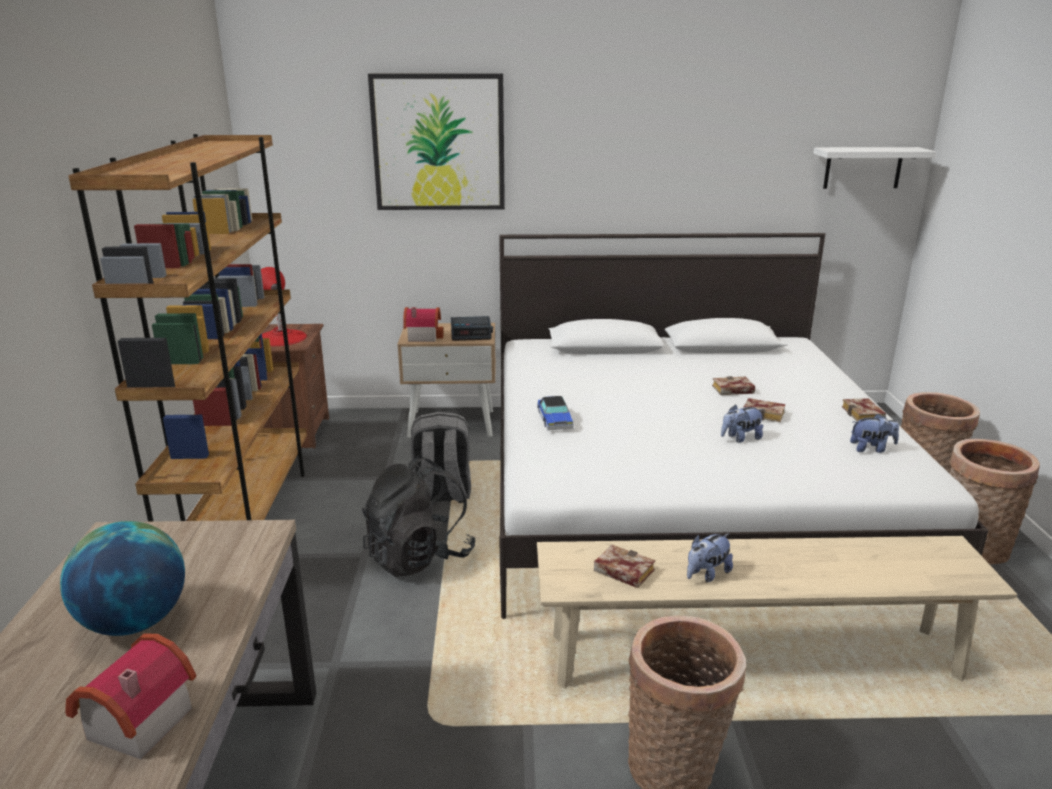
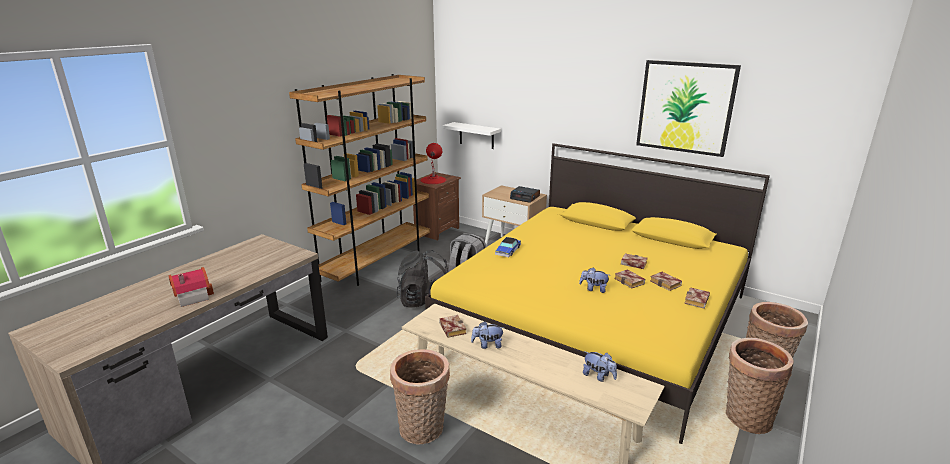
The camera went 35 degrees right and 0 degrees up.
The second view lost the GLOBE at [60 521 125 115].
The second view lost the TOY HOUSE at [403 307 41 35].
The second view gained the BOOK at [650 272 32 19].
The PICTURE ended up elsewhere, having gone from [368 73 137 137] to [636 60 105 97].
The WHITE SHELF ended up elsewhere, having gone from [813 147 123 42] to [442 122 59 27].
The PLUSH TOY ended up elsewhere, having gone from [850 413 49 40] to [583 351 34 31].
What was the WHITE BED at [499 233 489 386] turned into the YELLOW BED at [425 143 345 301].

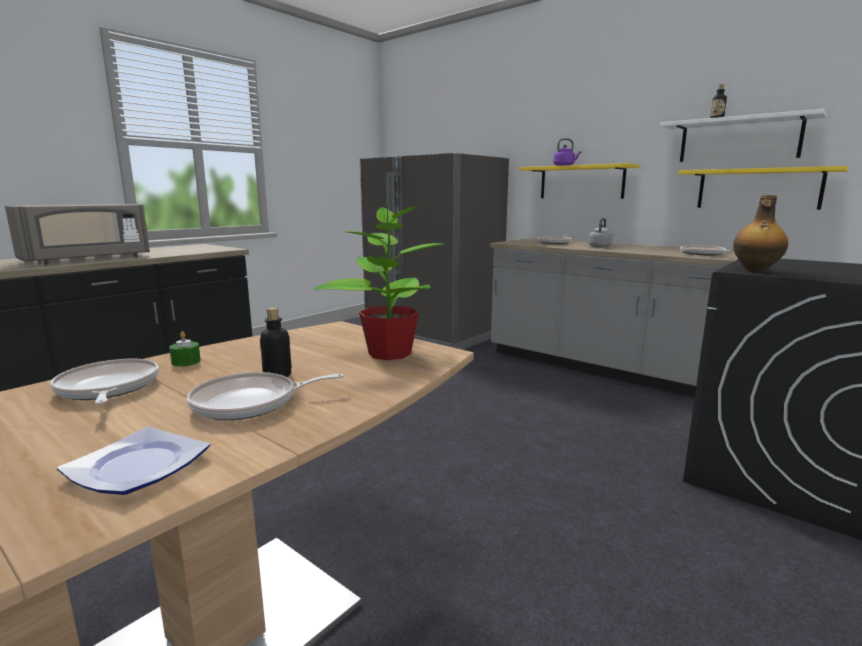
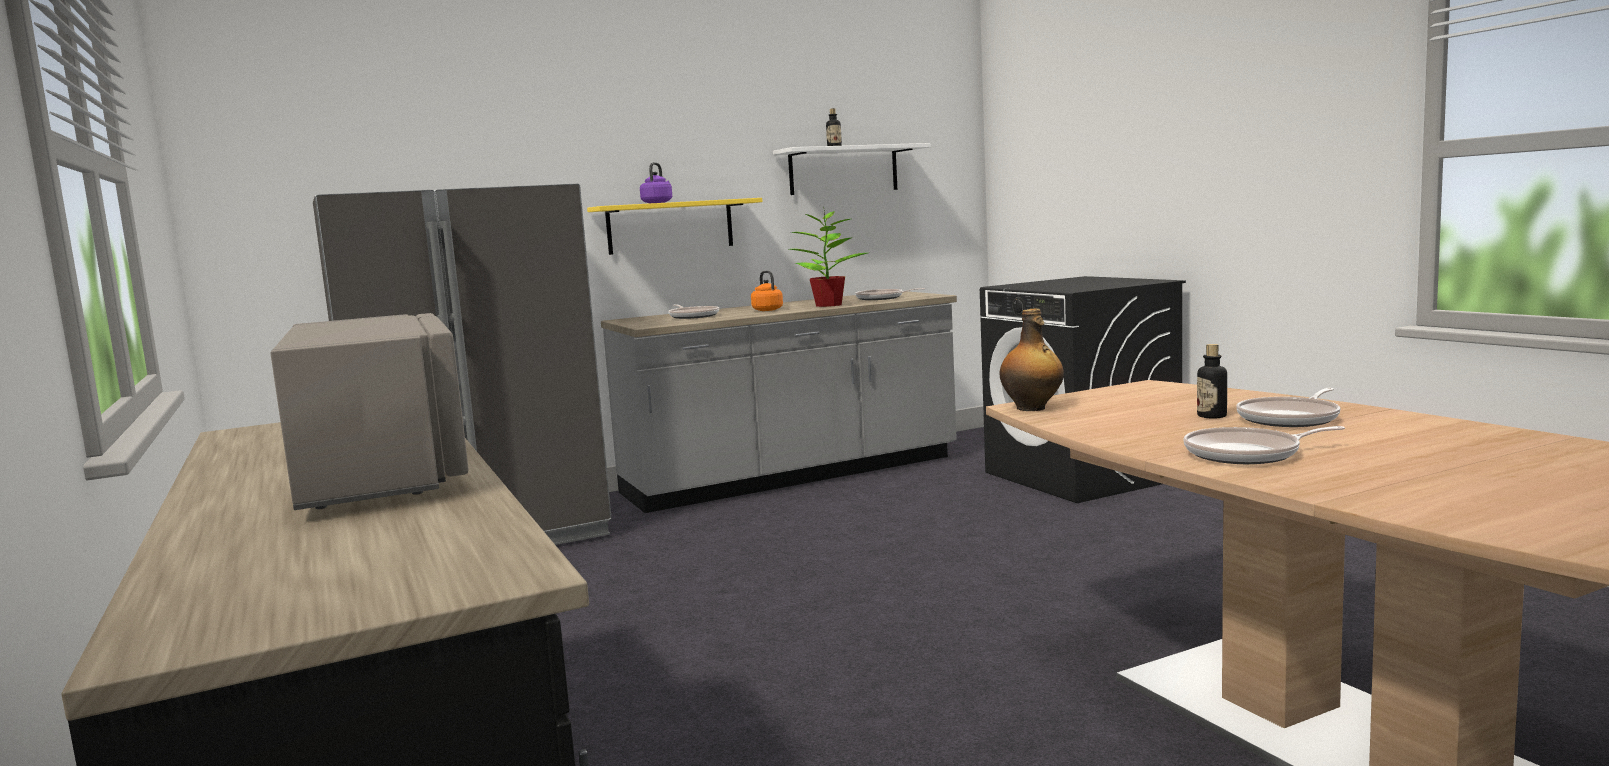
The camera went 65 degrees left and 5 degrees down.
The second view lost the PLATE at [57 427 153 68].
The second view lost the GREEN CANDLE at [169 331 32 36].
The second view lost the YELLOW SHELF at [678 166 170 44].
The POTTED PLANT ended up elsewhere, having gone from [313 198 132 162] to [789 207 79 100].
The BOTTLE ended up elsewhere, having gone from [733 195 55 77] to [1000 309 64 102].
What was the GREY KETTLE at [588 218 25 30] turned into the ORANGE KETTLE at [751 271 32 40].
The FRYING PAN at [187 372 157 48] ended up facing another way, 45 degrees clockwise from before.

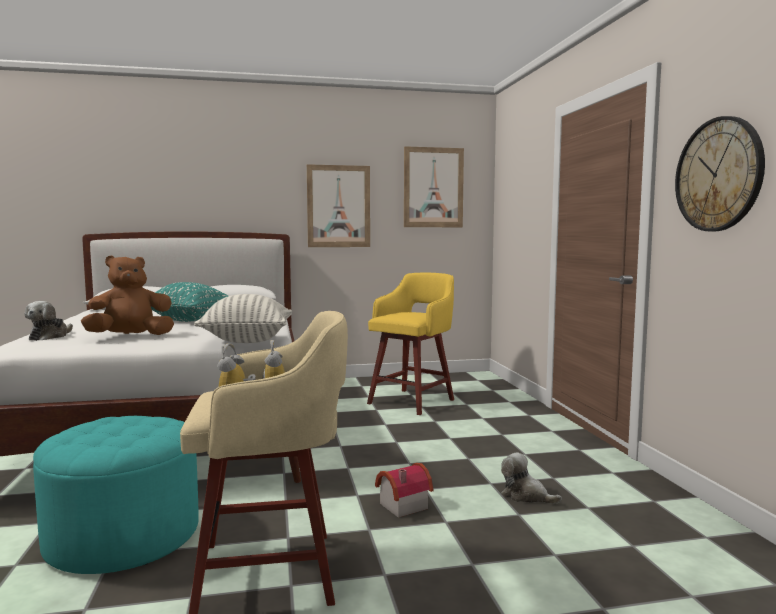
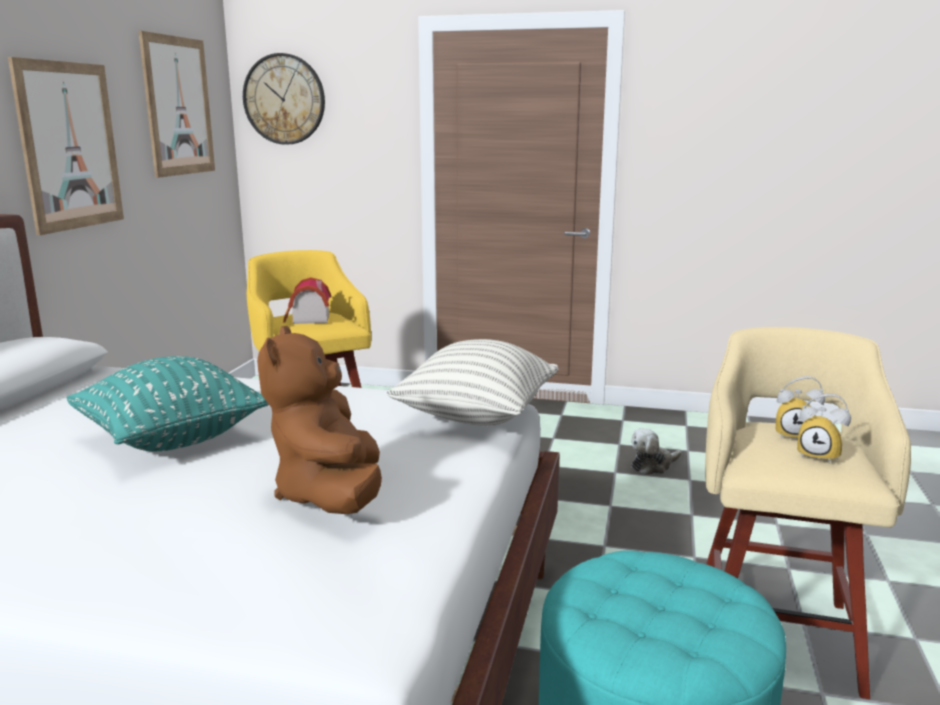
The camera went 65 degrees left and 10 degrees up.
The second view lost the PLUSH TOY at [25 301 48 40].
The TOY HOUSE ended up elsewhere, having gone from [375 463 58 55] to [283 277 48 47].
The WALL CLOCK ended up elsewhere, having gone from [675 116 90 115] to [243 53 82 92].

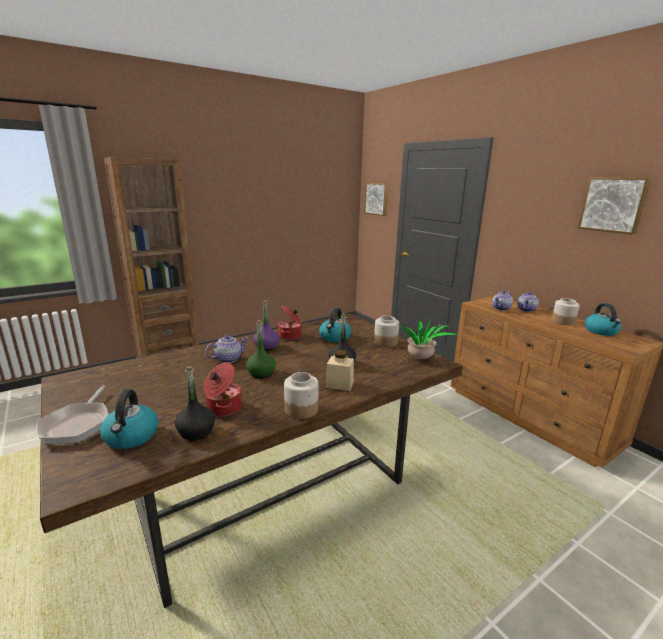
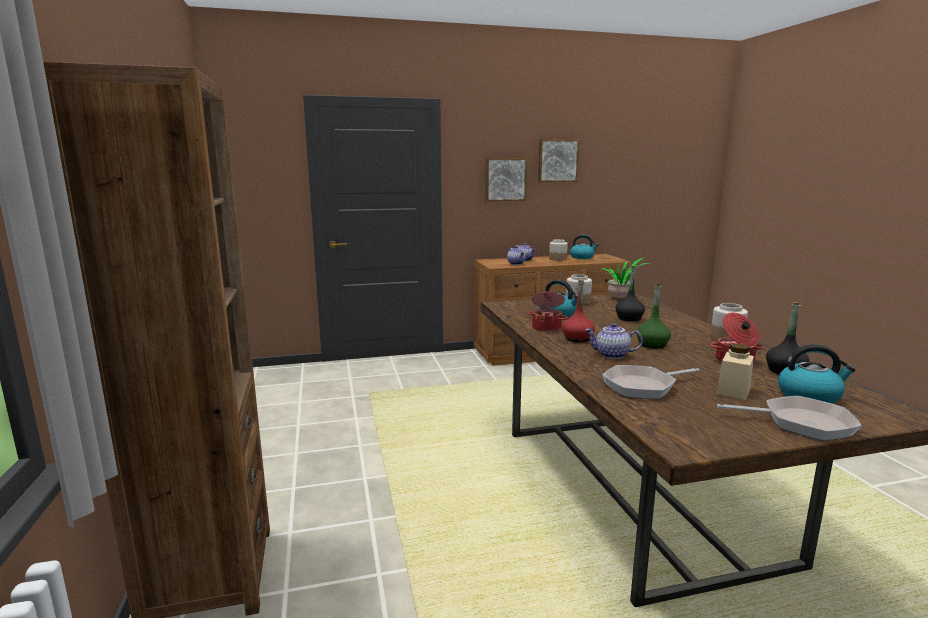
The camera went 70 degrees left and 5 degrees down.
The second view gained the FRYING PAN at [602 365 98 34].
The BEIGE JAR ended up elsewhere, having gone from [325 350 29 41] to [717 343 37 57].
The PICTURE ended up elsewhere, having gone from [364 183 24 33] to [486 158 41 43].
What was the PURPLE BOTTLE at [254 300 25 51] turned into the RED BOTTLE at [562 279 33 63].
The TEAPOT at [205 335 43 28] ended up facing another way, 60 degrees counterclockwise from before.

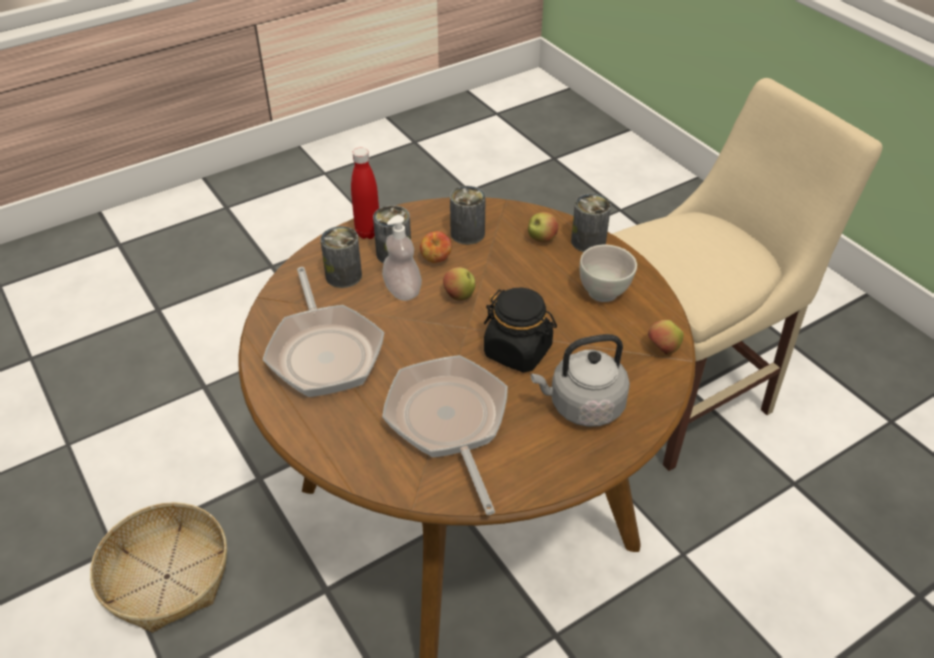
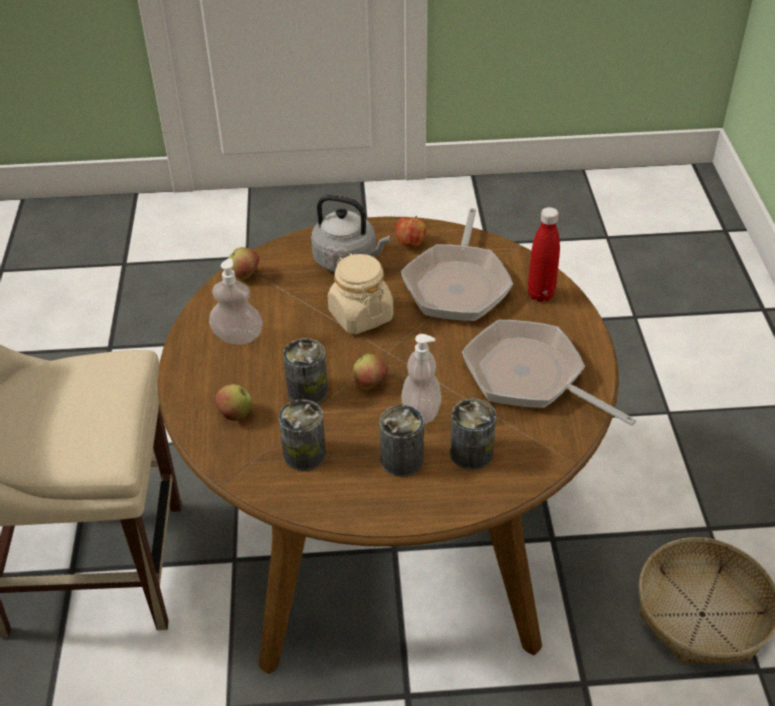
The camera went 150 degrees left and 0 degrees up.
The RED BOTTLE ended up elsewhere, having gone from [351 148 28 91] to [528 207 32 95].
The APPLE ended up elsewhere, having gone from [420 231 32 32] to [395 216 31 31].
The CAN ended up elsewhere, having gone from [571 194 40 58] to [283 338 45 66].
Where the WHITE BOWL stood at [580 245 57 57], the SOAP DISPENSER came to stand at [209 258 54 87].
What was the BLACK JAR at [484 287 73 85] turned into the BEIGE JAR at [328 254 65 80].
The FRYING PAN at [263 267 121 130] ended up facing another way, 60 degrees counterclockwise from before.

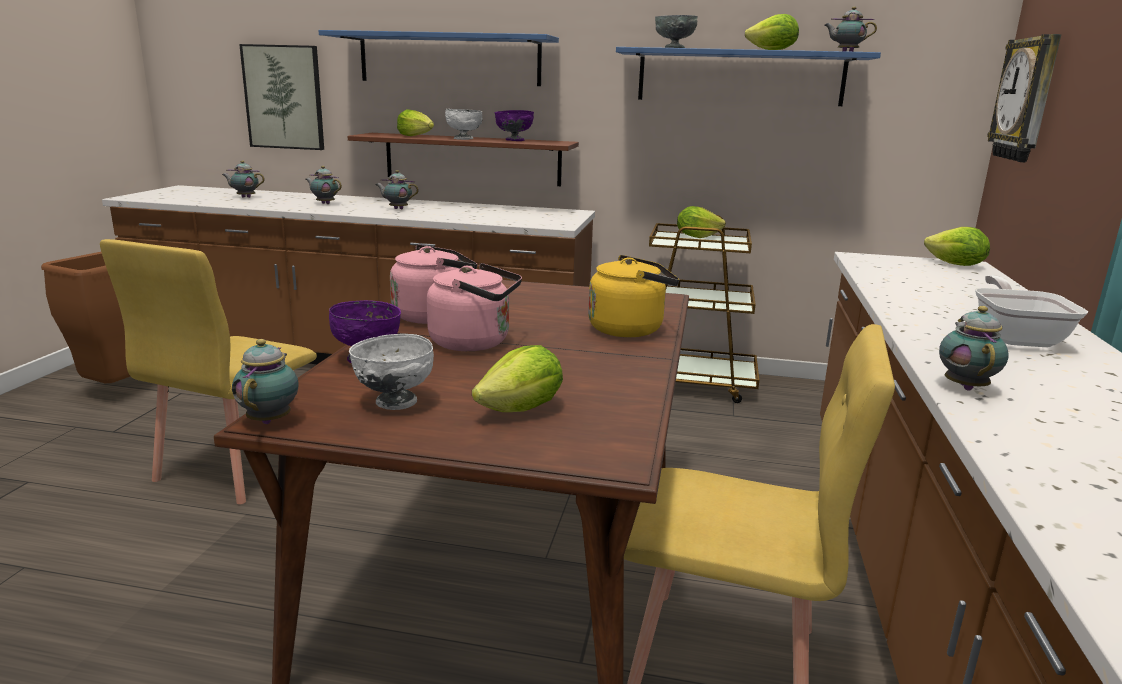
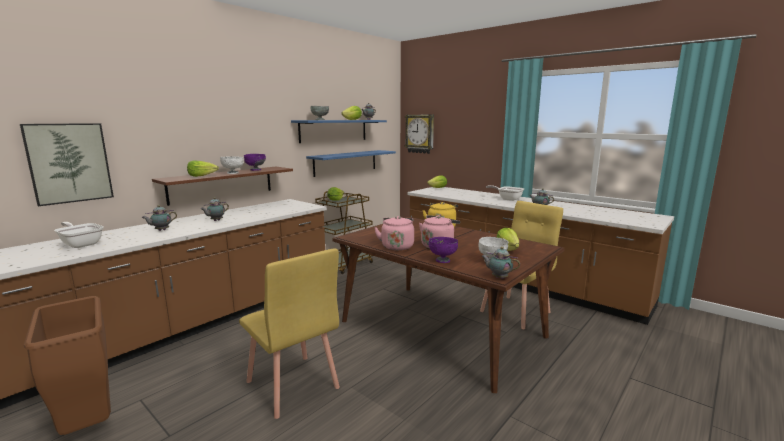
The camera went 60 degrees left and 5 degrees down.
The BLUE SHELF ended up elsewhere, having gone from [318 30 241 56] to [306 150 90 27].
Where the TEAPOT stood at [222 160 43 38], the FRYING PAN came to stand at [54 222 50 26].

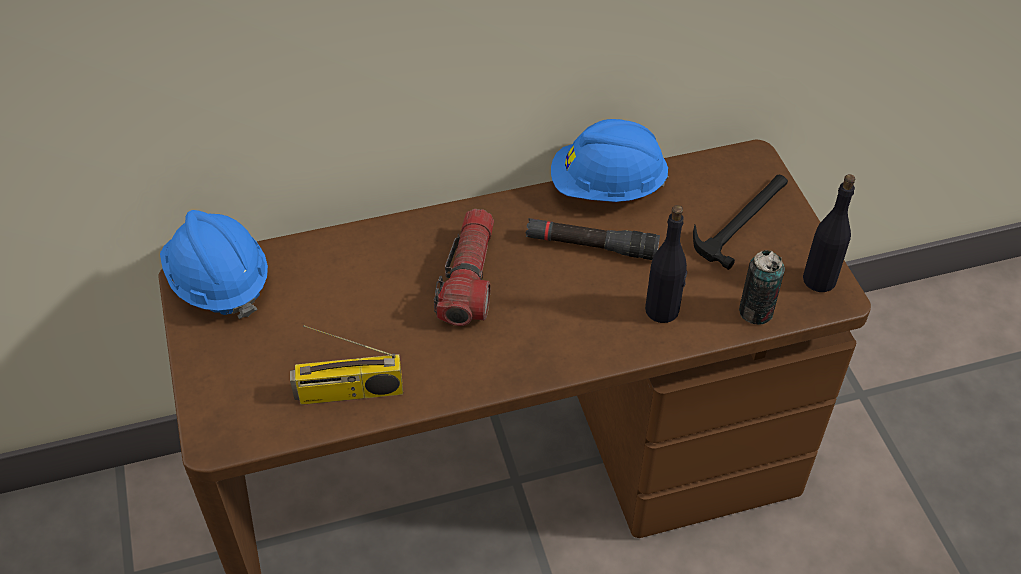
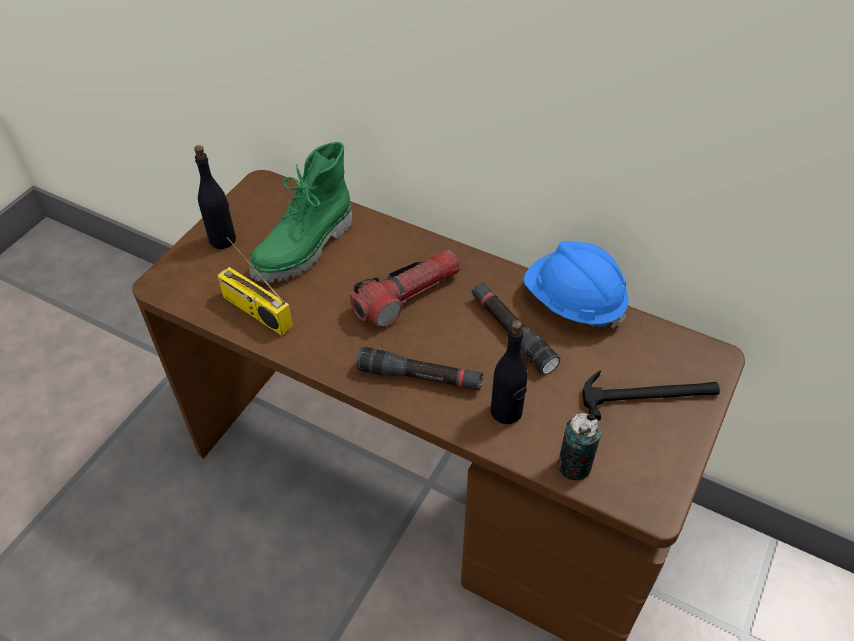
The camera went 45 degrees right and 0 degrees up.
The second view lost the BLUE HARD HAT at [160 210 108 109].
The second view gained the GREEN BOOT at [249 142 103 141].
The second view gained the BLACK FLASHLIGHT at [356 347 127 44].
The BLACK BOTTLE ended up elsewhere, having gone from [803 174 53 118] to [194 145 42 104].

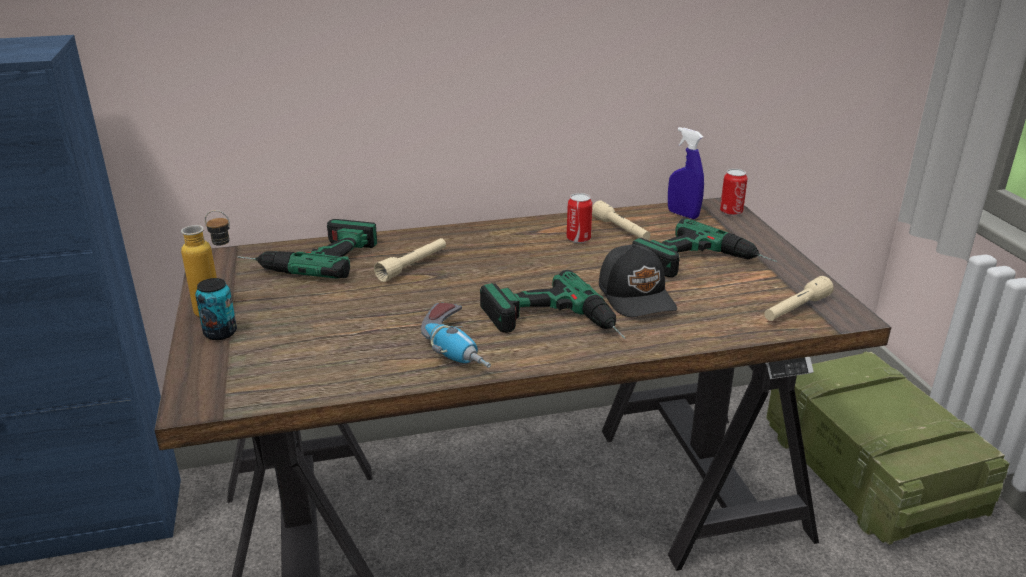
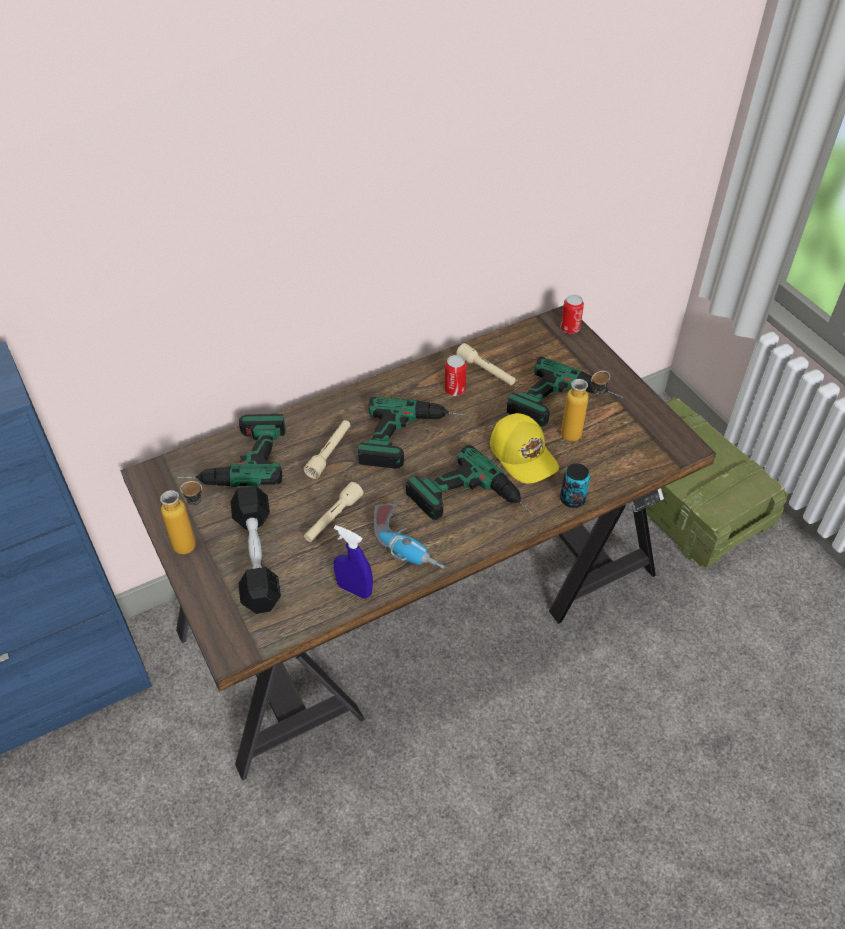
The camera went 15 degrees left and 20 degrees up.
The second view gained the BLACK DUMBBELL at [231 486 50 128].
The second view gained the POWER DRILL at [358 397 108 72].
The second view gained the BOTTLE at [561 371 49 70].
The CAN ended up elsewhere, having gone from [195 278 42 62] to [560 463 30 45].
The BLUE SPRAY BOTTLE ended up elsewhere, having gone from [668 127 36 92] to [333 525 40 74].
The BEIGE FLASHLIGHT ended up elsewhere, having gone from [764 276 70 45] to [304 482 59 60].
What was the BLACK CAP at [599 244 78 73] turned into the YELLOW CAP at [490 413 69 71].

